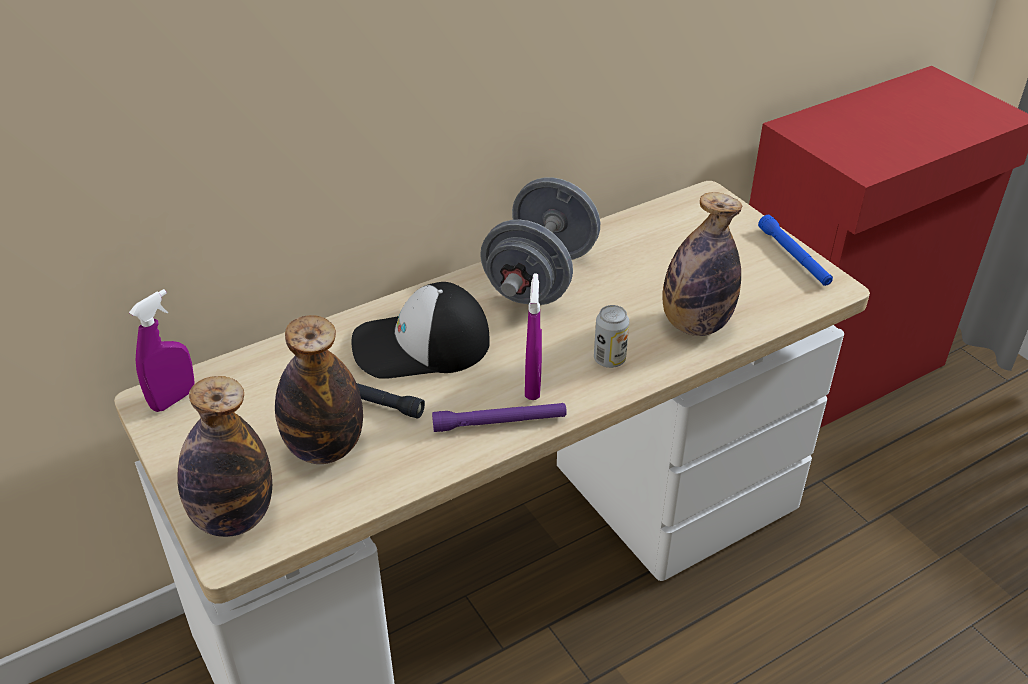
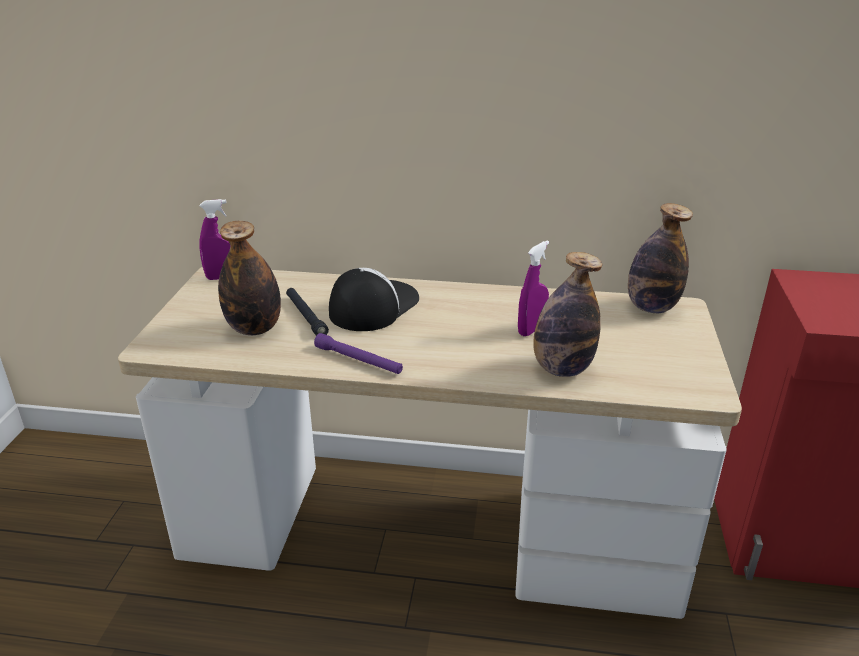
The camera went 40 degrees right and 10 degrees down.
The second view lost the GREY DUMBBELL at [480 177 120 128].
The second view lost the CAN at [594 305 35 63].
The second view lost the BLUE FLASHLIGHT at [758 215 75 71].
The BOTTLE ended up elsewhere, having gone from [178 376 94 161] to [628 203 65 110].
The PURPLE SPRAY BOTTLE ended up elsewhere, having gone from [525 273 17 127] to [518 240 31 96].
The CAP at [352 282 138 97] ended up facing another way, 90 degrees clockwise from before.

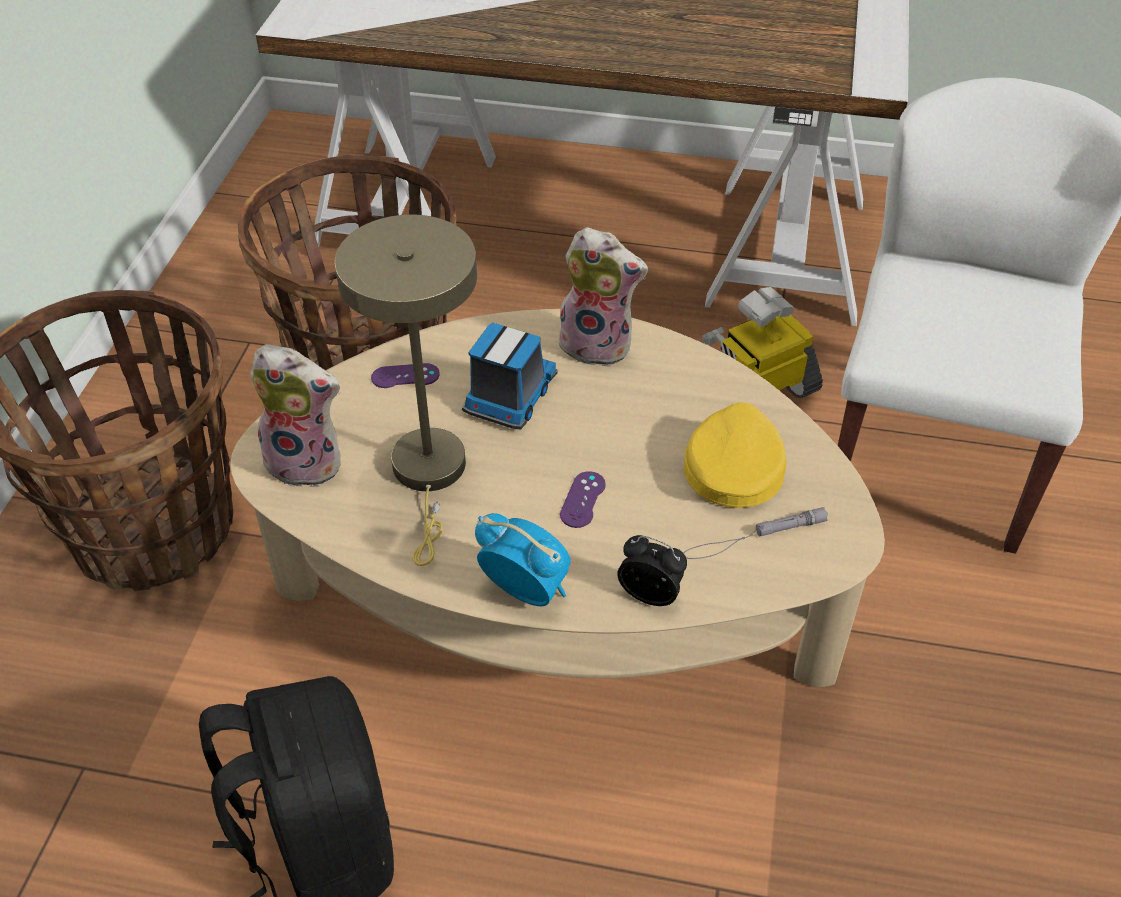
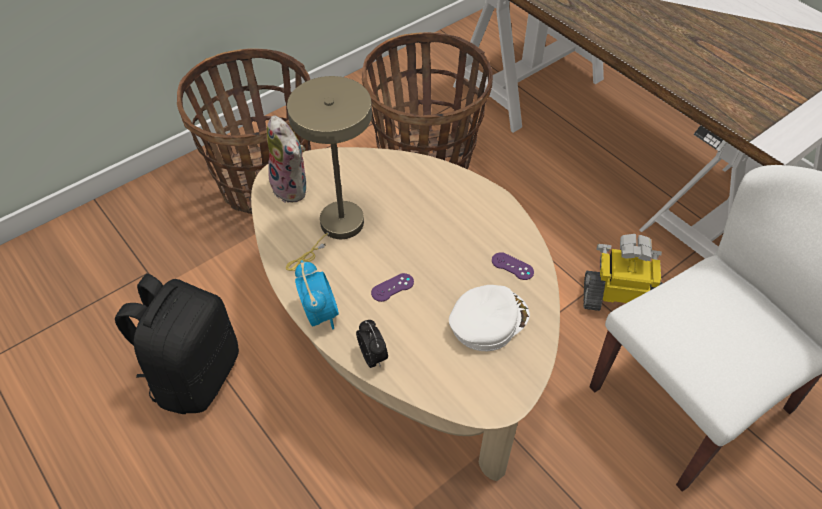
The camera went 40 degrees right and 5 degrees up.
The second view lost the TOY TRUCK at [462 323 96 107].
The second view lost the PLUSH TOY at [552 227 96 140].
The second view lost the GREY FLASHLIGHT at [684 507 144 52].
The PURPLE GAME CONTROLLER ended up elsewhere, having gone from [371 363 69 25] to [492 252 42 28].
What was the YELLOW CAP at [684 403 102 105] turned into the WHITE CAP at [449 285 81 66].

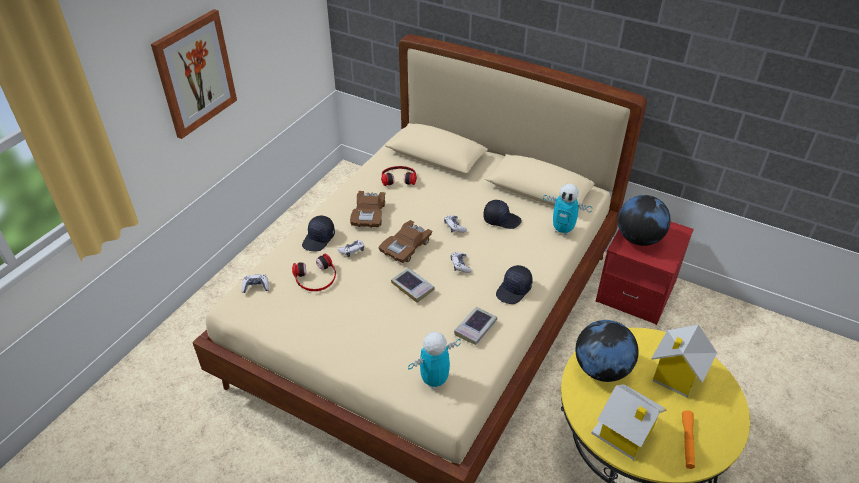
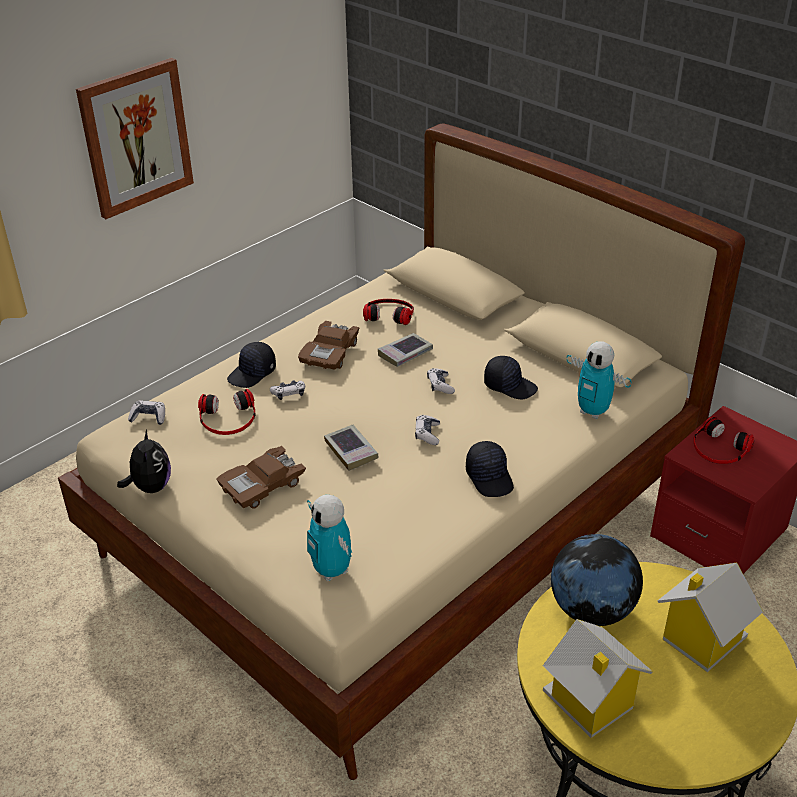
The camera went 15 degrees right and 5 degrees down.
The second view lost the ORANGE FLASHLIGHT at [682 410 13 59].
The second view gained the PLUSH TOY at [117 429 54 64].
The BROWN TOY CAR ended up elsewhere, having gone from [378 220 55 43] to [217 446 89 63].
The BOOK ended up elsewhere, having gone from [454 307 43 38] to [378 333 55 34].
Where the GLOBE stood at [618 195 53 51], the HEADPHONES came to stand at [694 416 60 48].
The TOY ROBOT at [408 332 53 57] ended up facing another way, 105 degrees counterclockwise from before.
The BLACK CAP at [496 265 37 39] ended up facing another way, 75 degrees counterclockwise from before.

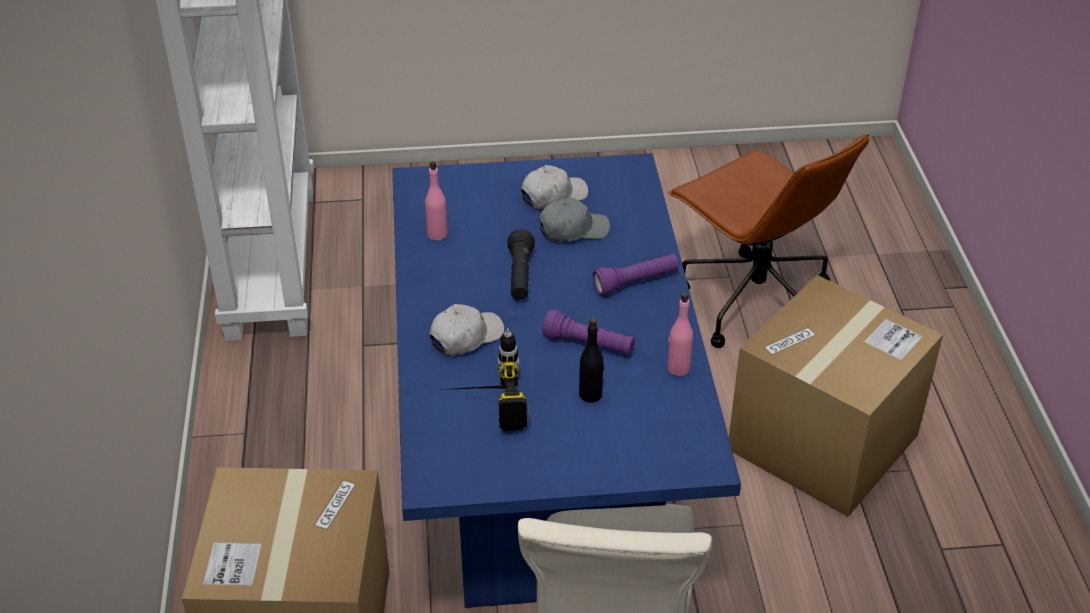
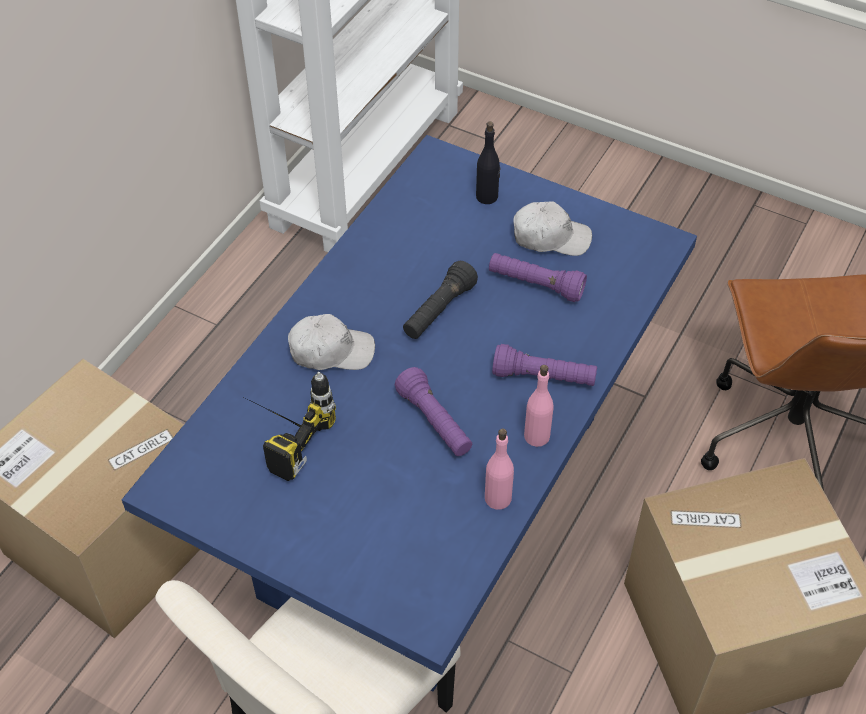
The camera went 35 degrees right and 10 degrees up.
The PINK BOTTLE ended up elsewhere, having gone from [425 161 23 80] to [524 365 30 82].
The BLACK BOTTLE ended up elsewhere, having gone from [579 318 25 85] to [476 122 24 82].
Where the GREY CAP stood at [539 197 71 45], the PURPLE FLASHLIGHT came to stand at [489 253 98 49].

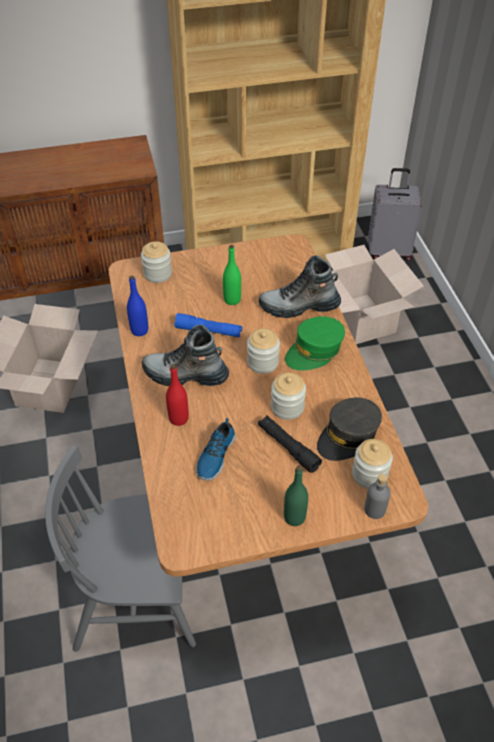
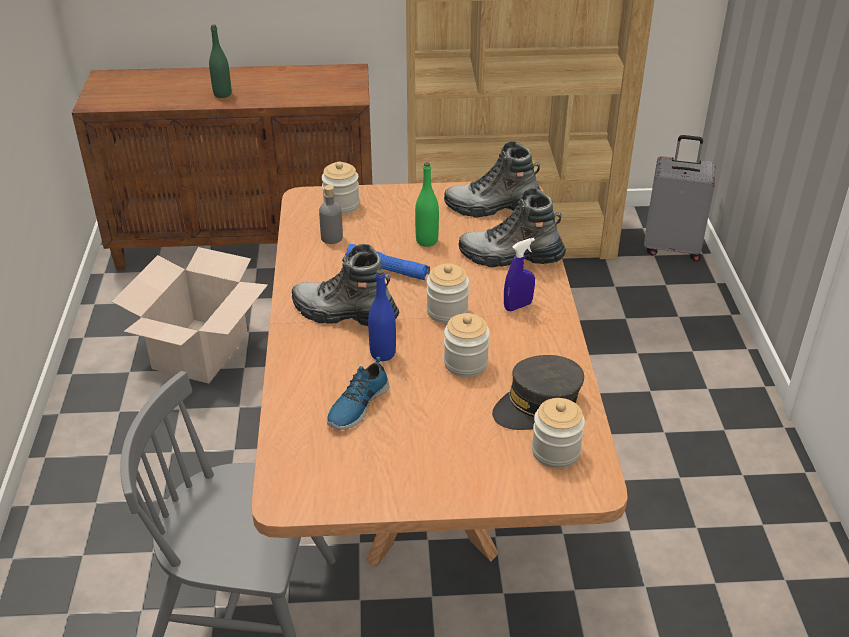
The camera went 10 degrees right and 10 degrees down.
The second view lost the RED BOTTLE at [166 364 23 62].
The second view lost the BLACK FLASHLIGHT at [258 415 64 58].
The second view lost the CARDBOARD BOX at [325 245 99 99].
The second view gained the BOOT at [444 141 97 77].
The BLUE BOTTLE ended up elsewhere, having gone from [127 276 21 60] to [368 269 28 92].
The GREEN BOTTLE ended up elsewhere, having gone from [284 466 24 60] to [209 24 22 74].
The GREY BOTTLE ended up elsewhere, having gone from [364 473 27 46] to [319 185 24 59].
Where the GREEN CAP stood at [285 316 60 55], the BLUE SPRAY BOTTLE came to stand at [504 238 31 73].

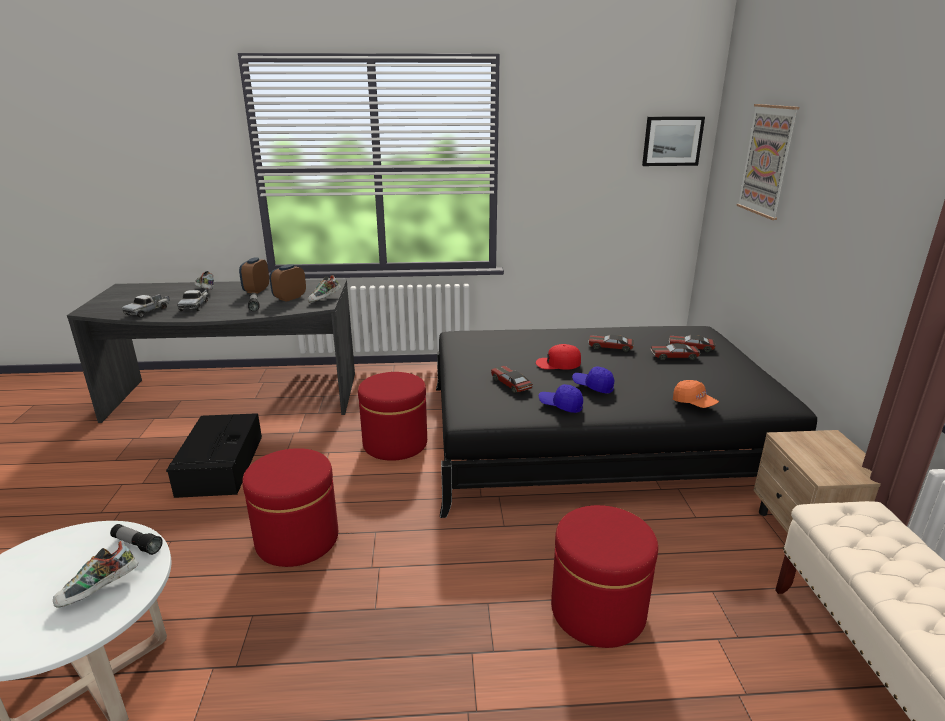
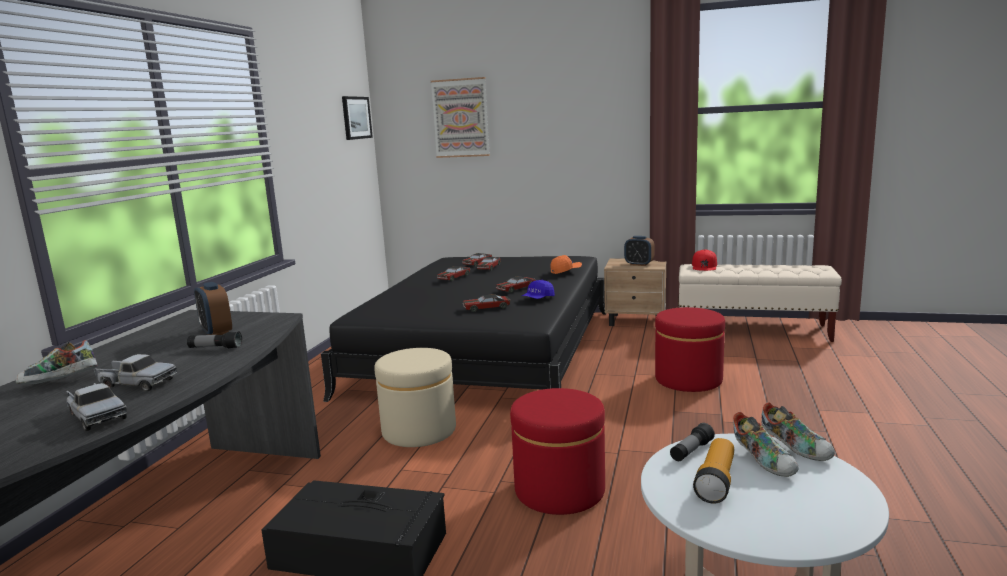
The camera went 70 degrees left and 10 degrees down.
The second view gained the FLASHLIGHT at [693 438 41 66].
The ALARM CLOCK ended up elsewhere, having gone from [239 257 30 37] to [624 236 31 30].
The SHOE ended up elsewhere, having gone from [308 275 33 28] to [761 402 74 59].
The RED CAP ended up elsewhere, having gone from [536 344 45 26] to [692 250 25 21].
Where the BLUE CAP stood at [572 367 42 26], the TOY CAR came to stand at [496 276 40 17].
What was the RED OTTOMAN at [358 372 69 89] turned into the BEIGE OTTOMAN at [374 348 82 99].

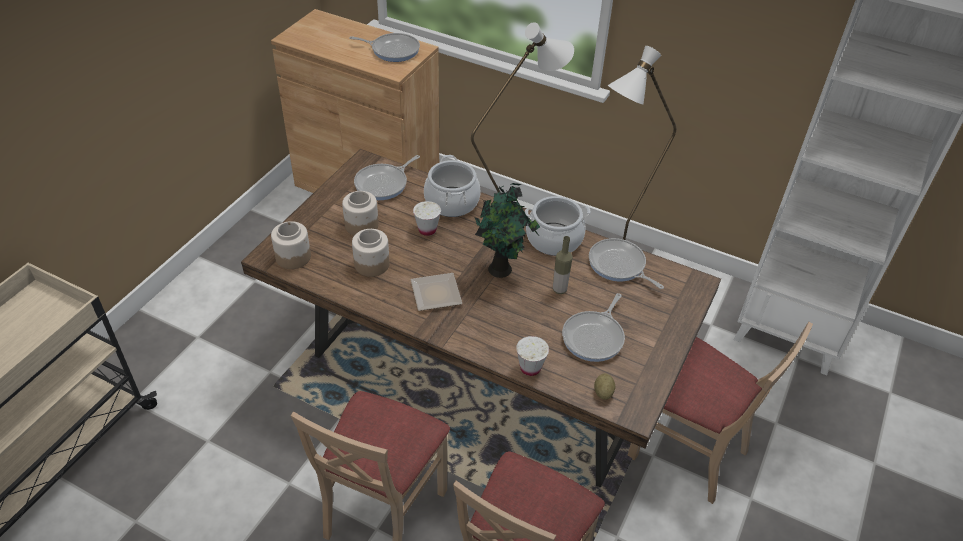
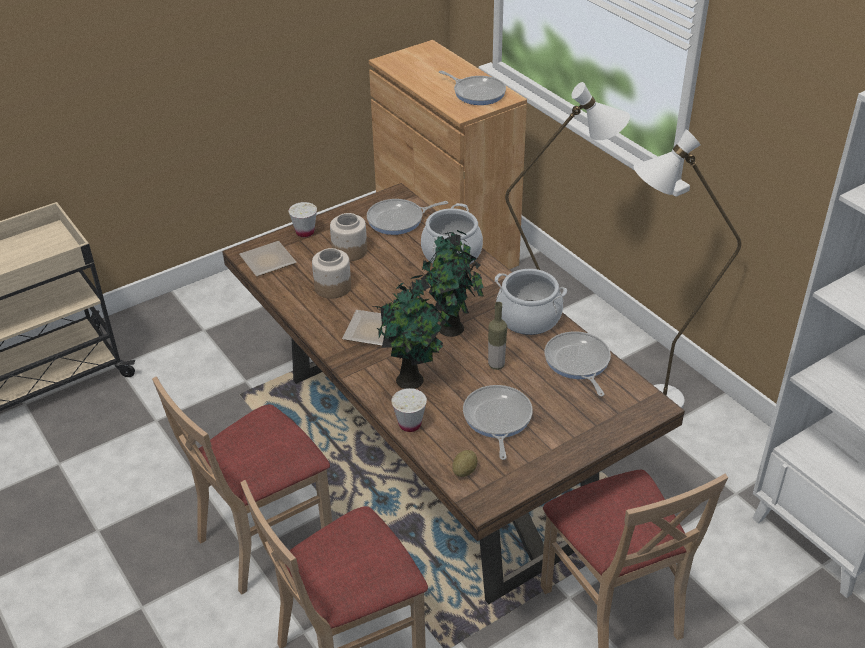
The camera went 30 degrees right and 5 degrees down.
The second view gained the POTTED PLANT at [373 275 80 114].
The WHITE CUP ended up elsewhere, having gone from [413 201 28 35] to [289 202 28 35].
Where the JAR stood at [271 221 40 48], the PLATE came to stand at [239 241 57 36].
The FRYING PAN at [562 293 63 69] ended up facing another way, 120 degrees clockwise from before.

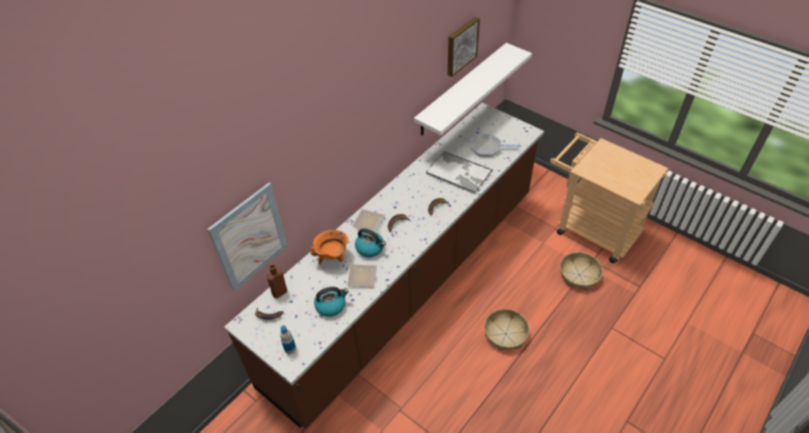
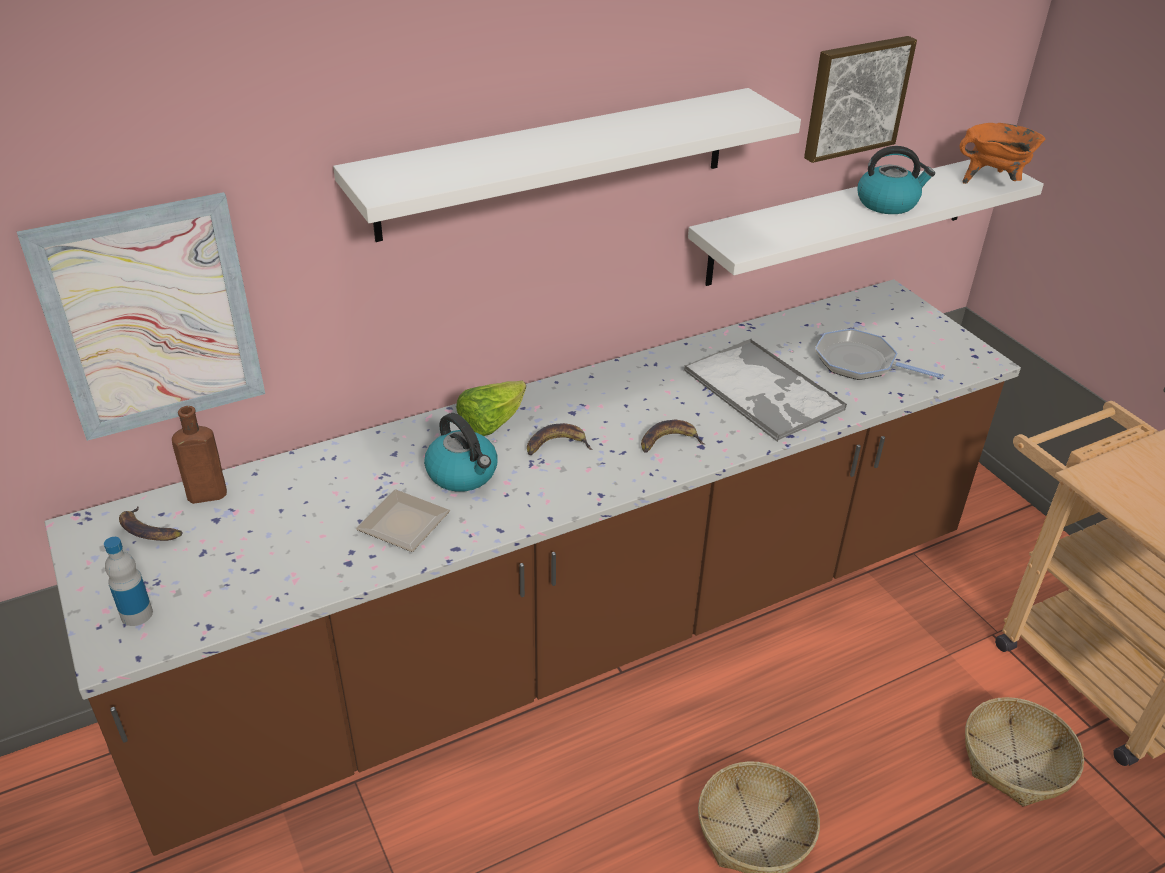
The camera went 20 degrees right and 10 degrees down.
The second view gained the WHITE SHELF at [333 88 468 154].
The ORANGE COOKING POT ended up elsewhere, having gone from [310 230 38 34] to [960 123 85 61].
The KETTLE ended up elsewhere, having gone from [314 287 35 30] to [858 146 77 68].
Where the PLATE stood at [352 209 32 23], the LETTUCE came to stand at [456 381 70 55].

